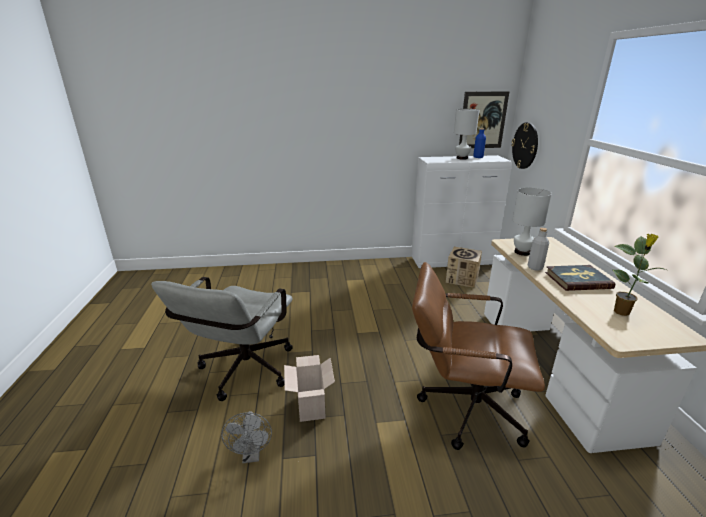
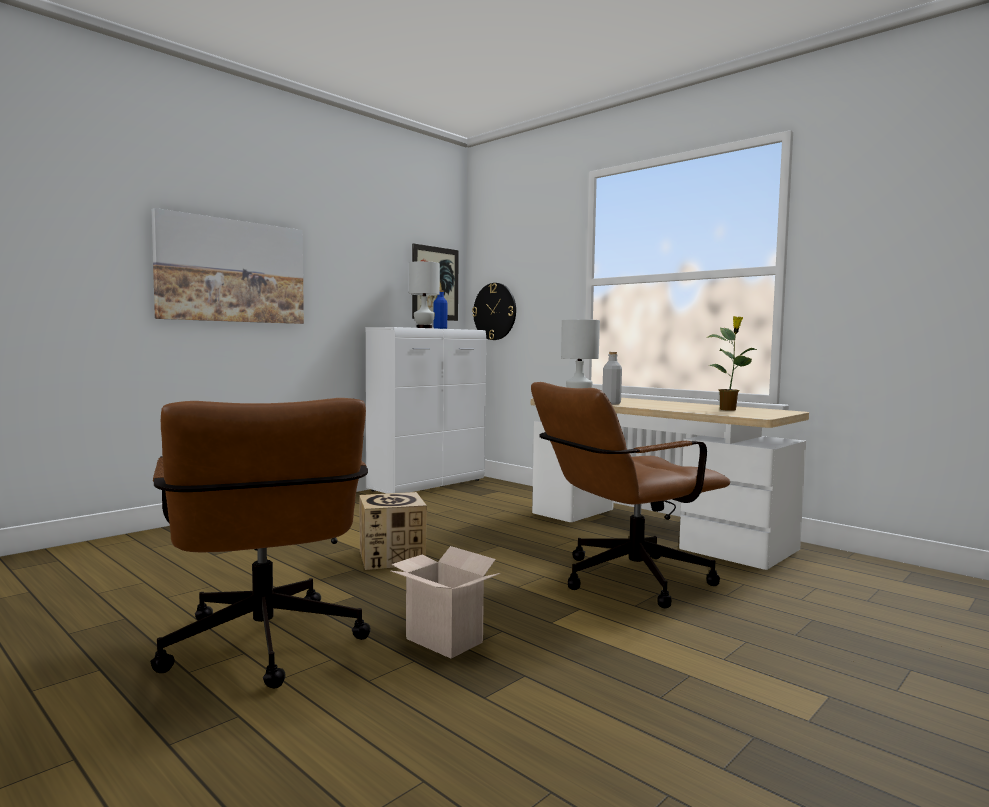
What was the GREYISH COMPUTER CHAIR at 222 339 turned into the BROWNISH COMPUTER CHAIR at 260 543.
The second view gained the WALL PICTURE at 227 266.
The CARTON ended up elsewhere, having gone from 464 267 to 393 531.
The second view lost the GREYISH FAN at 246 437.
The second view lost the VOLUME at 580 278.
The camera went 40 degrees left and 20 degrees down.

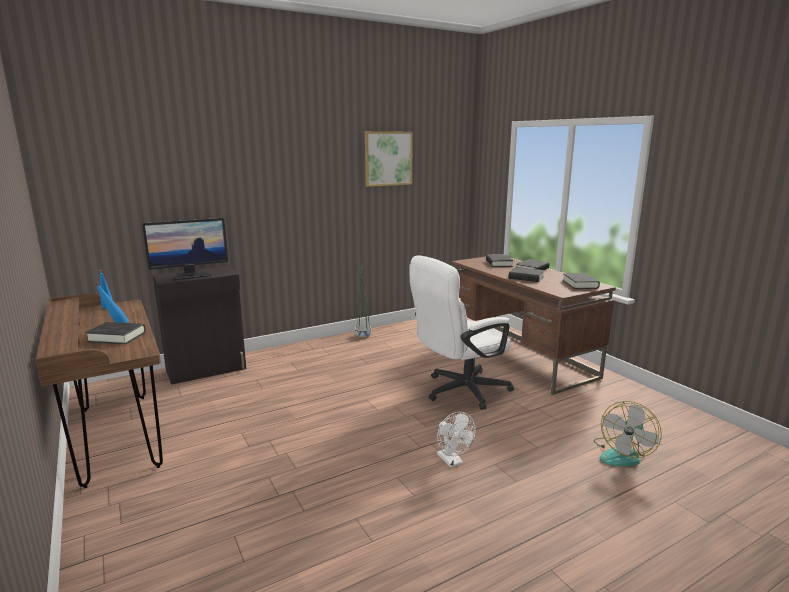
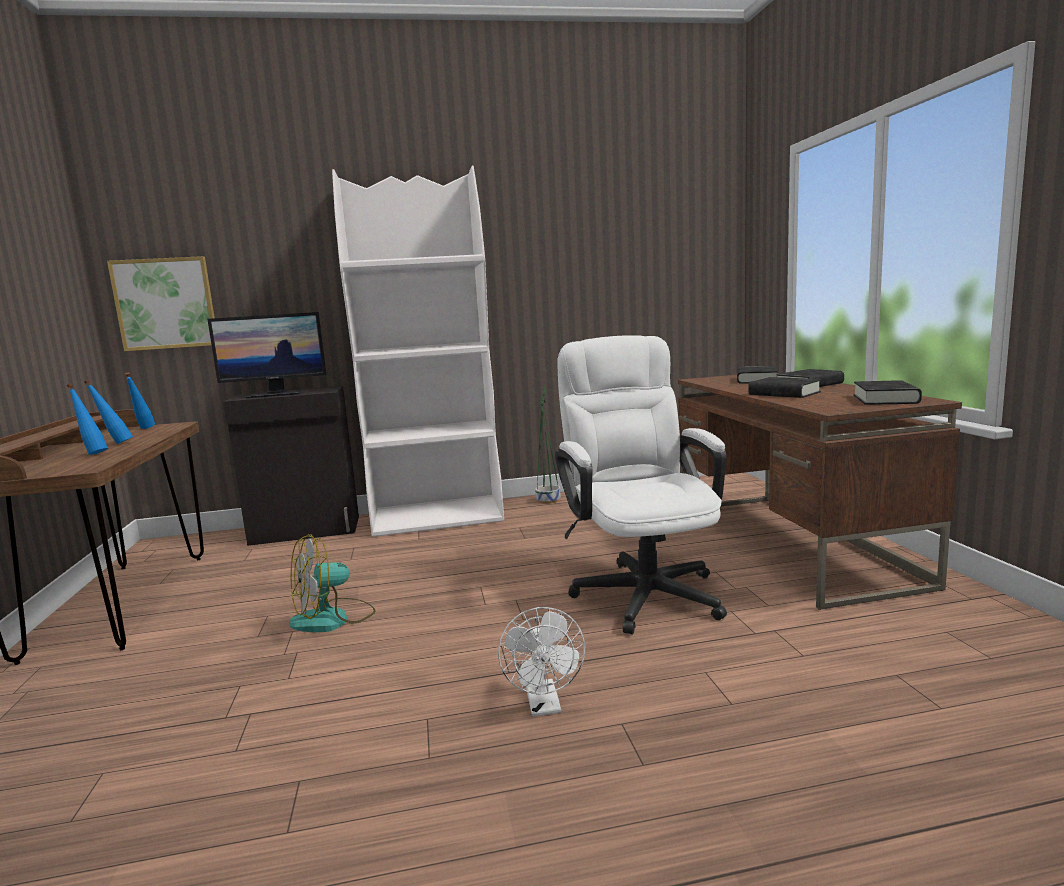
Where the BLACK-COLOURED VOLUME stood at 115 333, the BLUE BEVERAGE BOTTLE came to stand at 87 419.
The WALL PICTURE ended up elsewhere, having gone from 389 159 to 161 303.
The FAN ended up elsewhere, having gone from 628 434 to 332 583.
The second view gained the WHITE-COLOURED BOOKSHELF at 418 351.
The WHITE-COLOURED COMPUTER CHAIR at 461 332 ended up facing another way, 90 degrees clockwise from before.
The camera went 20 degrees right and 5 degrees down.

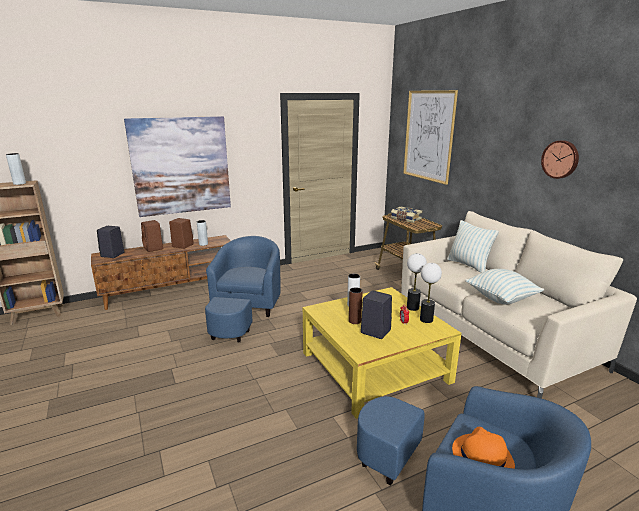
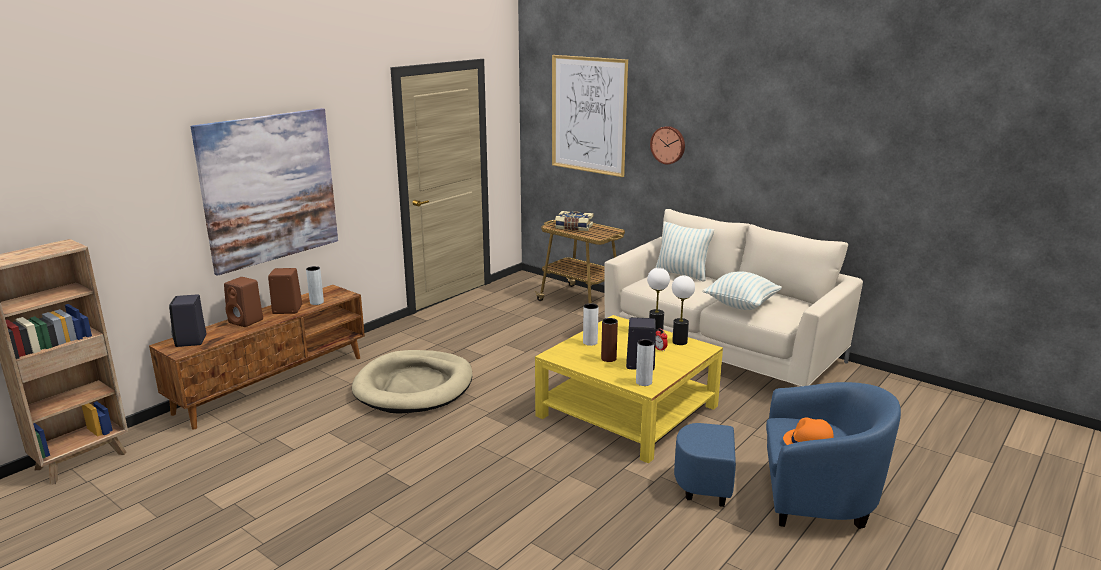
Where the BLUE ARMCHAIR stood at 243 289, the BEIGE-COLOURED DOG BED came to stand at 412 382.
The GREYISH FLOWER VASE ended up elsewhere, having gone from 16 169 to 645 362.
The CLOCK ON THE WALL ended up elsewhere, having gone from 560 159 to 667 145.
The camera went 25 degrees left and 0 degrees up.

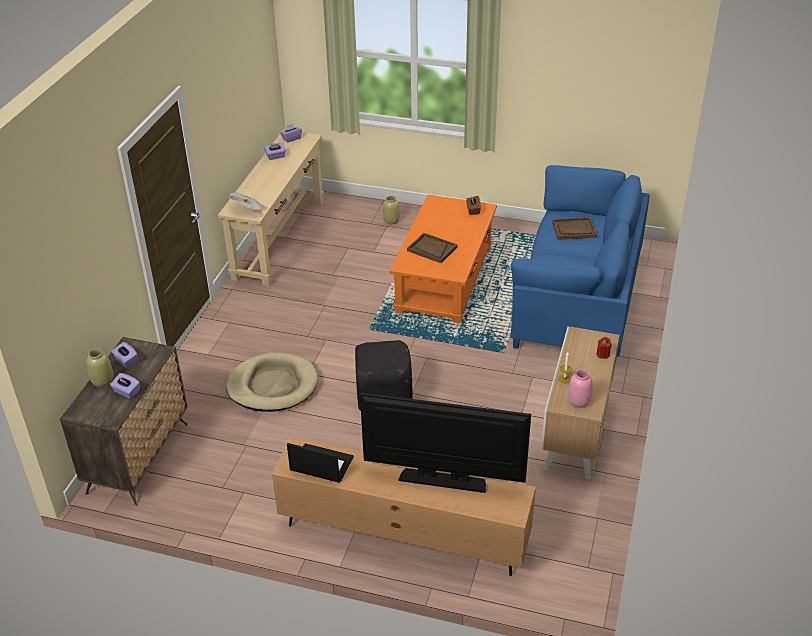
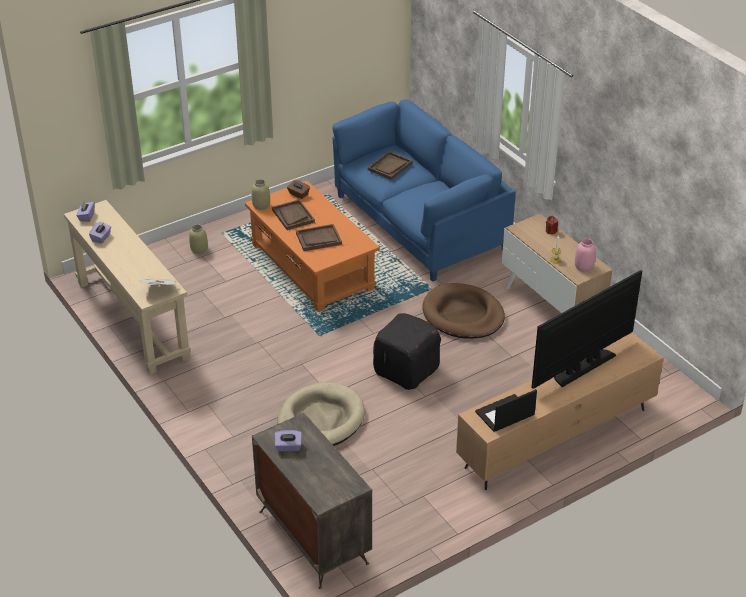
The BEIGE-COLOURED FLOWER VASE ended up elsewhere, having gone from 99 368 to 261 194.
The second view gained the BROWNISH CARRYING TRAY at 293 214.
The second view gained the BROWNISH DOG BED at 463 311.
The second view lost the PURPLE-COLOURED TISSUE BOX at 125 386.
The camera went 50 degrees left and 0 degrees up.

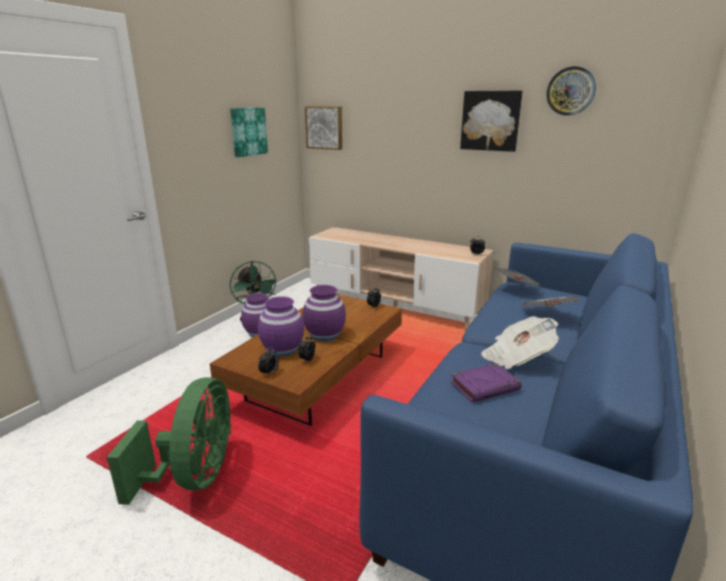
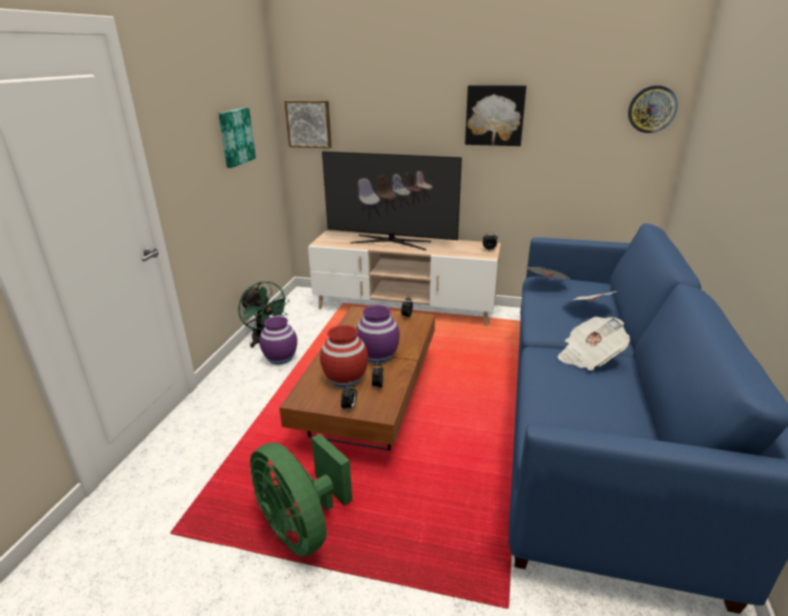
The GREEN FAN at 169 441 ended up facing another way, 150 degrees clockwise from before.
What was the PURPLE-COLOURED FLOWER VASE at 281 326 turned into the REDDISH FLOWER VASE at 344 356.
The second view gained the TELEVISION at 392 200.
The CLOCK ON THE WALL ended up elsewhere, having gone from 571 91 to 653 109.
The second view lost the PURPLE-COLOURED VOLUME at 485 383.
The camera went 15 degrees left and 5 degrees up.

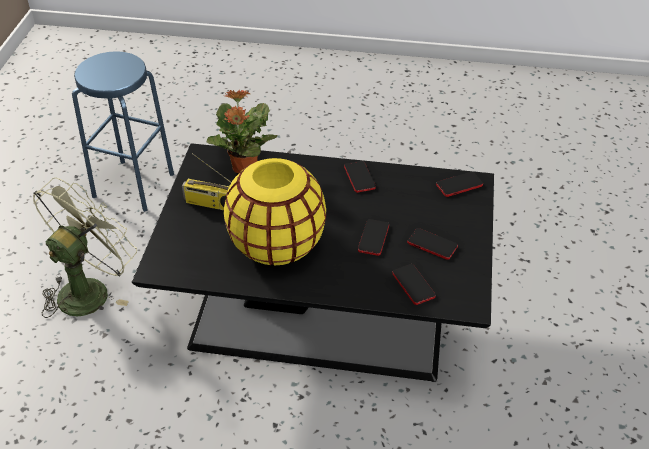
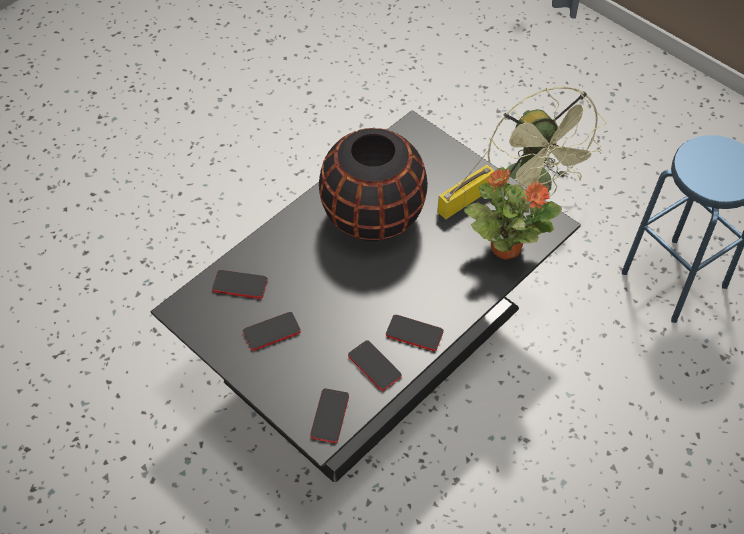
What was the YELLOW FLOWER VASE at 275 211 turned into the BLACK-COLOURED FLOWER VASE at 373 184.
The TELEPHONE ended up elsewhere, having gone from 373 237 to 375 365.
The camera went 125 degrees right and 10 degrees up.

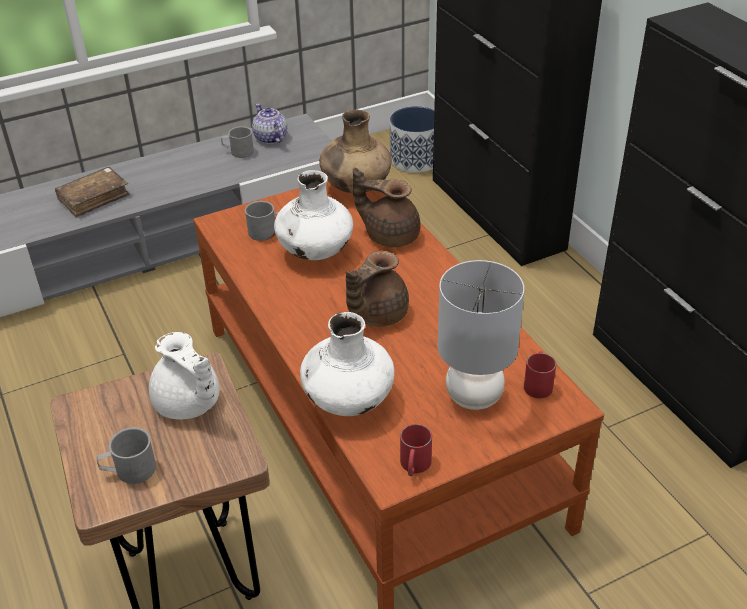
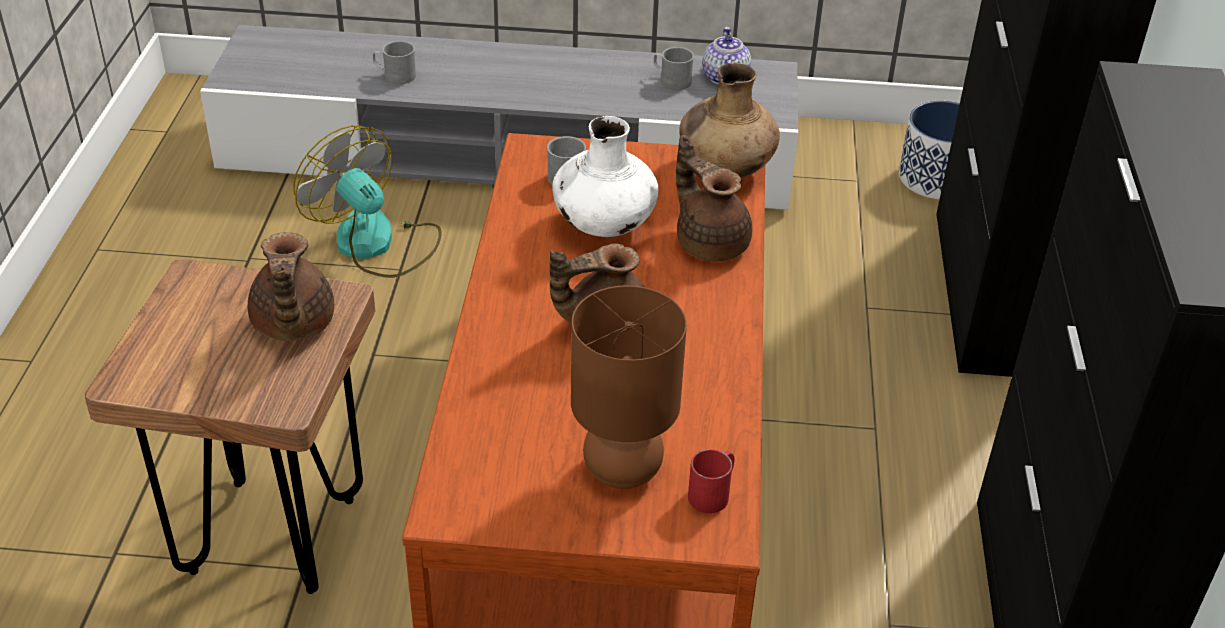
What was the WHITE-COLOURED TEA POT at 184 376 turned into the BROWNISH TEA POT at 291 286.
The second view gained the FAN at 367 201.
The GREYISH TEA MUG ended up elsewhere, having gone from 126 455 to 394 62.
What was the GREYISH TABLE LAMP at 481 335 turned into the BROWNISH TABLE LAMP at 629 387.
The second view lost the BROWNISH VOLUME at 92 192.
The second view lost the WHITE-COLOURED FLOWER VASE at 347 364.
The second view lost the REDDISH TEA MUG at 416 450.
The camera went 30 degrees right and 0 degrees up.

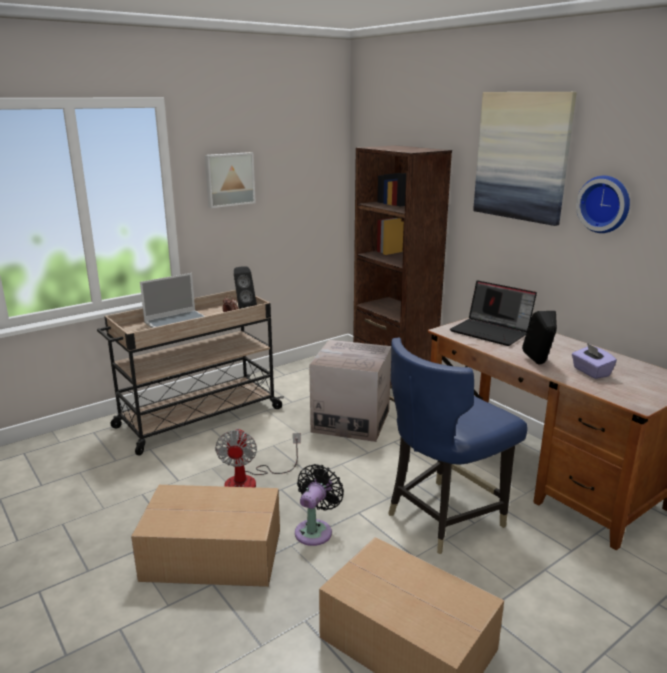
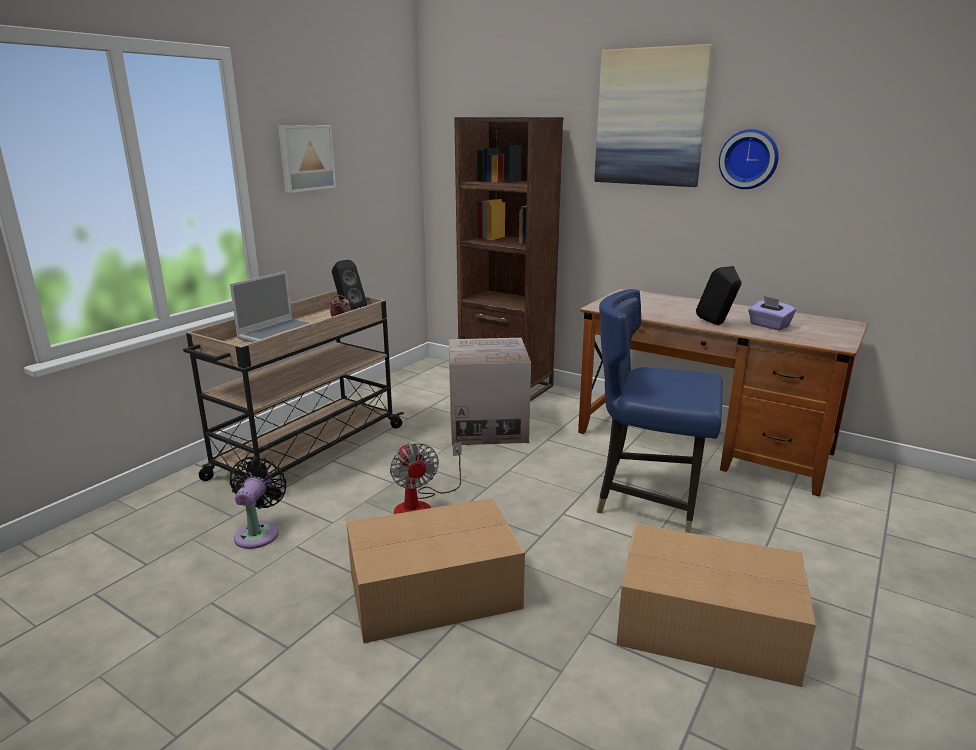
The BLACK-COLOURED FAN ended up elsewhere, having gone from 319 505 to 258 502.
The BLUE UPRIGHT CHAIR at 457 445 ended up facing another way, 75 degrees clockwise from before.
The second view lost the PORTABLE COMPUTER at 493 313.
The camera went 20 degrees left and 0 degrees up.

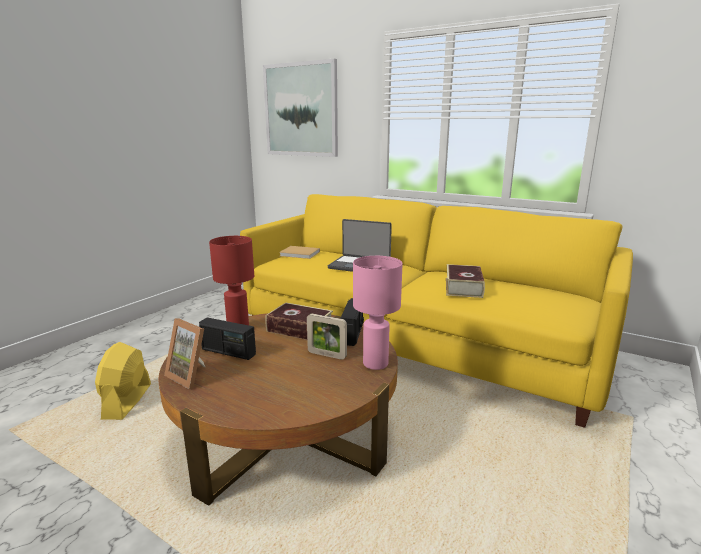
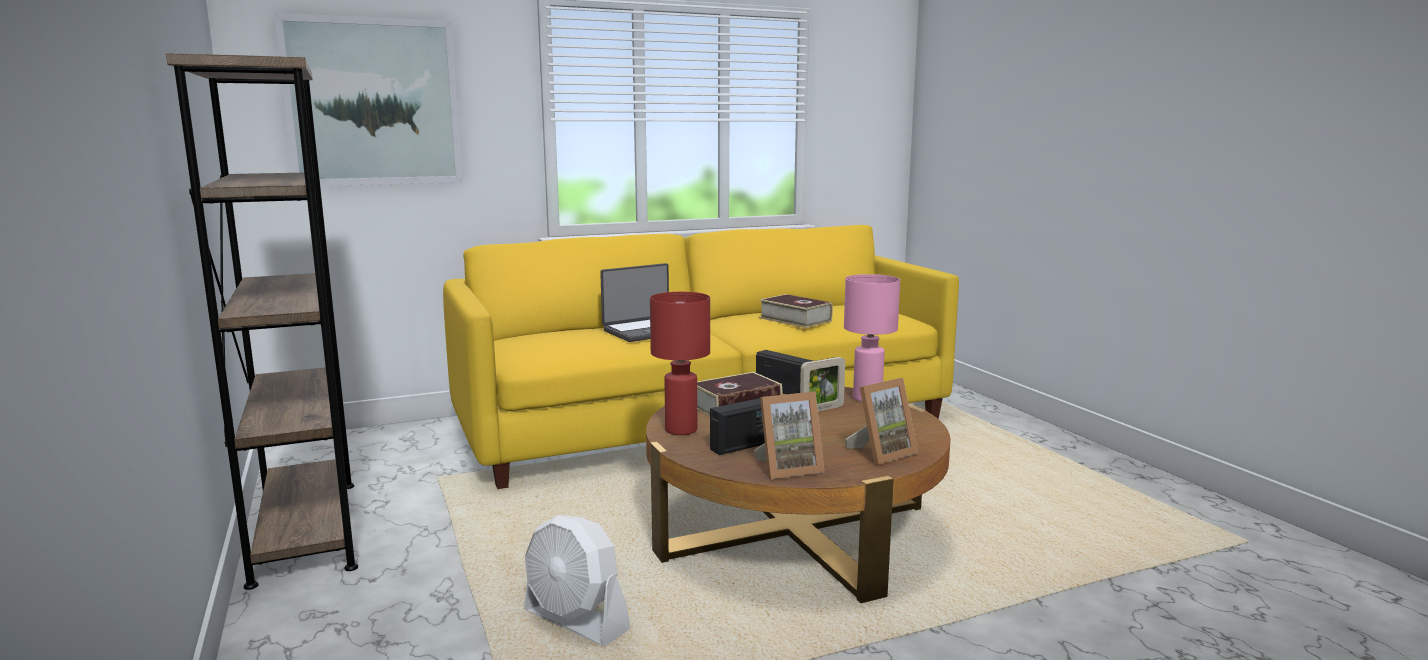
The second view gained the BROWNISH BOOKSHELF at 262 321.
What was the YELLOW FAN at 123 381 turned into the WHITE-COLOURED FAN at 577 581.
The second view gained the PICTURE FRAME at 881 421.
The second view lost the BEIGE-COLOURED VOLUME at 299 252.
The camera went 55 degrees left and 5 degrees down.

